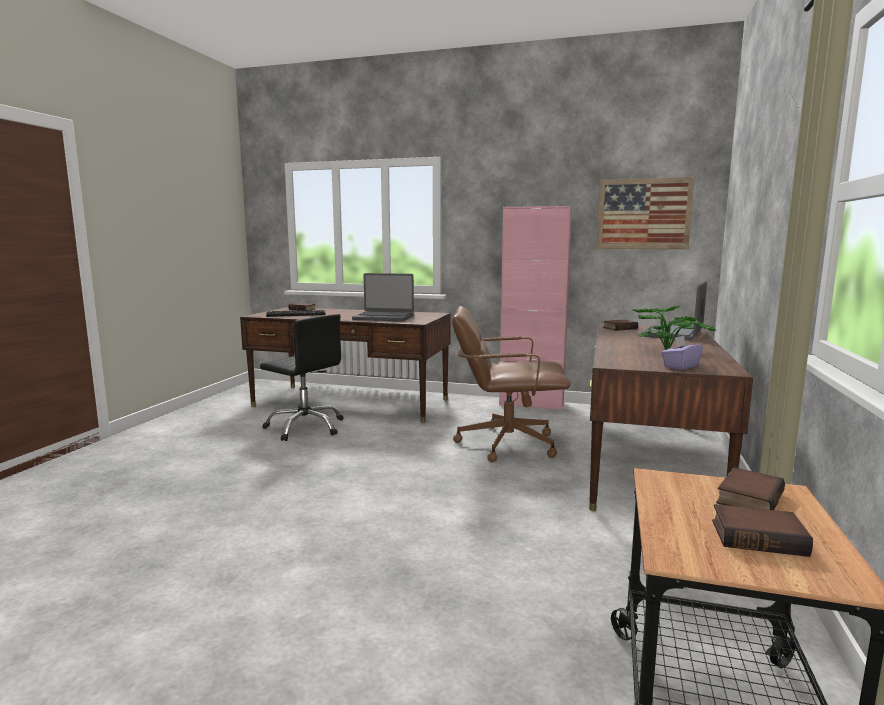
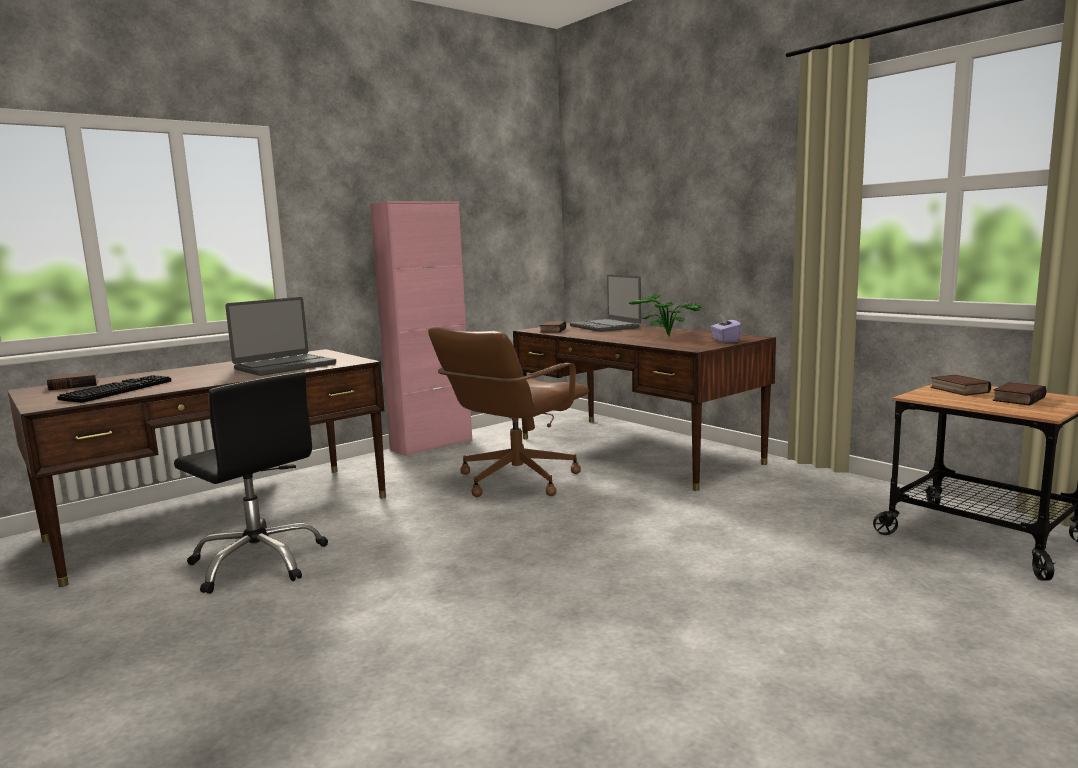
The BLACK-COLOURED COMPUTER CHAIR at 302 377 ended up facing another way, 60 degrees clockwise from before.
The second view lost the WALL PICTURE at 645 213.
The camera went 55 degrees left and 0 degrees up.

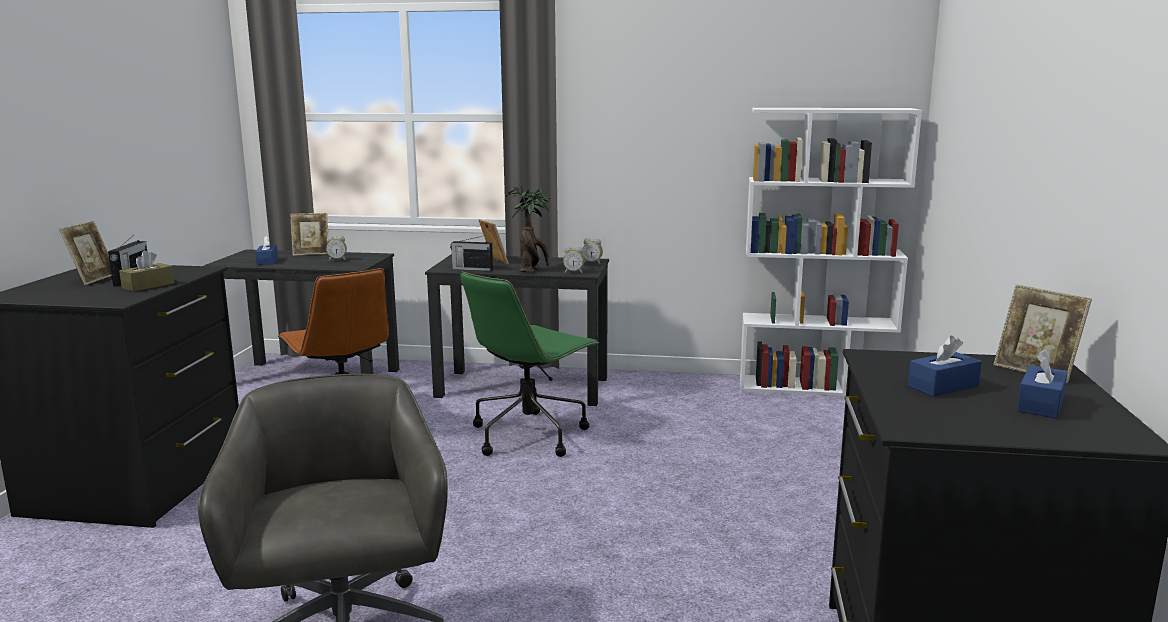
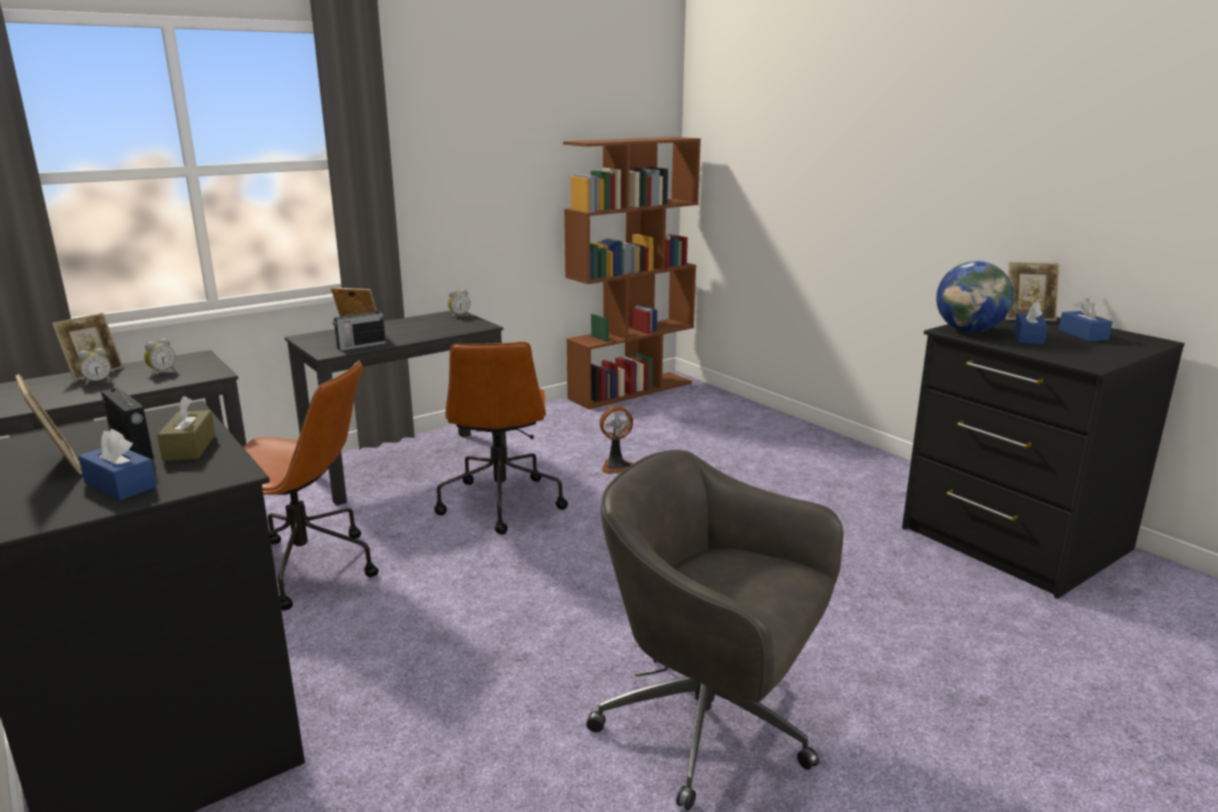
The ALARM CLOCK ended up elsewhere, having gone from 574 260 to 95 367.
The BLUE TISSUE BOX ended up elsewhere, having gone from 266 250 to 117 464.
What was the GREEN COMPUTER CHAIR at 529 364 turned into the BROWNISH COMPUTER CHAIR at 501 438.
What was the WHITE-COLOURED BOOKSHELF at 831 252 turned into the BROWNISH BOOKSHELF at 632 273.
The second view gained the FAN at 616 440.
The second view gained the DESK GLOBE at 974 296.
The second view lost the HOUSEPLANT at 527 227.
The camera went 45 degrees left and 5 degrees up.

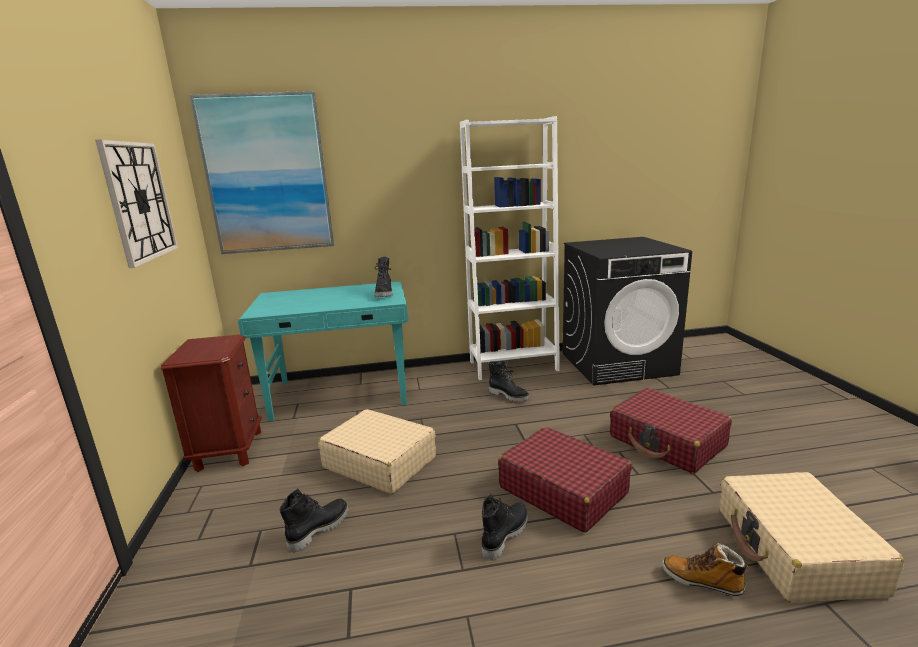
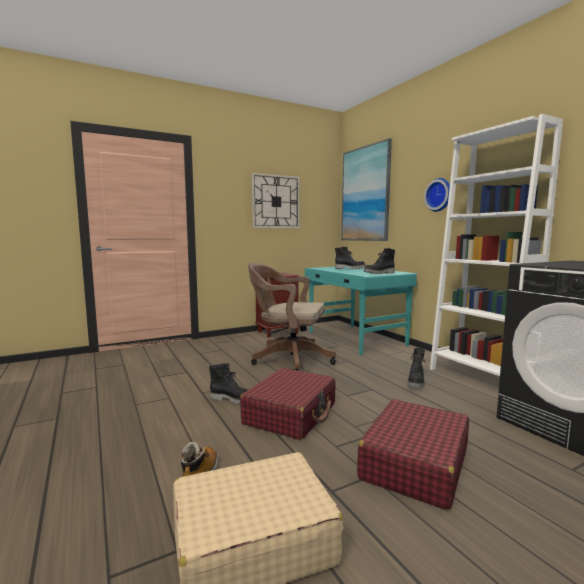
Where the BEIGE-COLOURED TRAVEL CASE stood at 377 451, the BROWNISH COMPUTER CHAIR came to stand at 292 316.
The BLACK-COLOURED BOOT ended up elsewhere, having gone from 314 521 to 350 257.
The second view gained the CLOCK ON THE WALL at 437 195.
The camera went 70 degrees right and 10 degrees down.

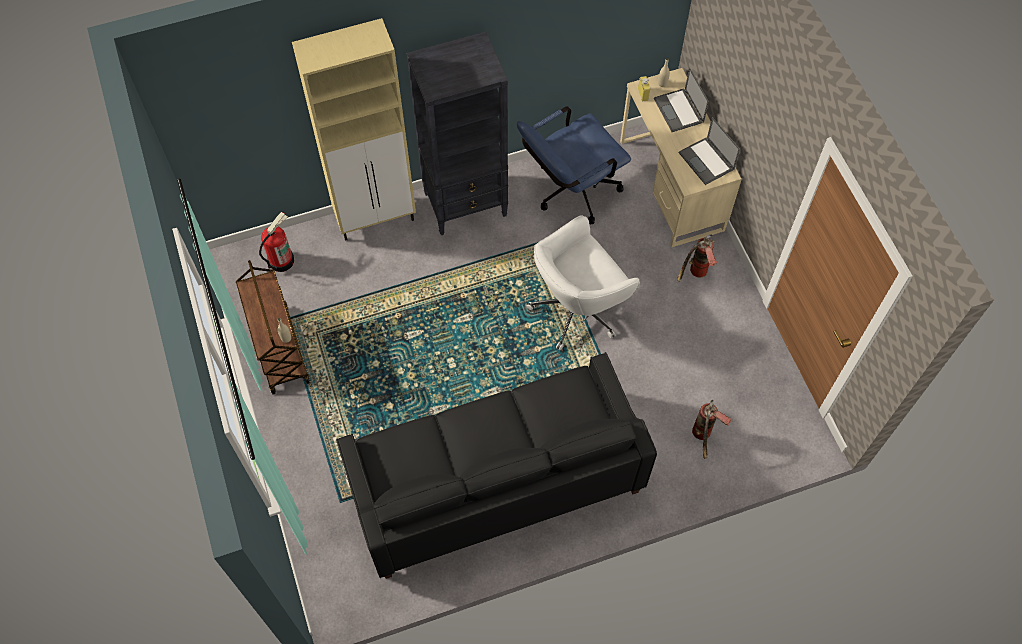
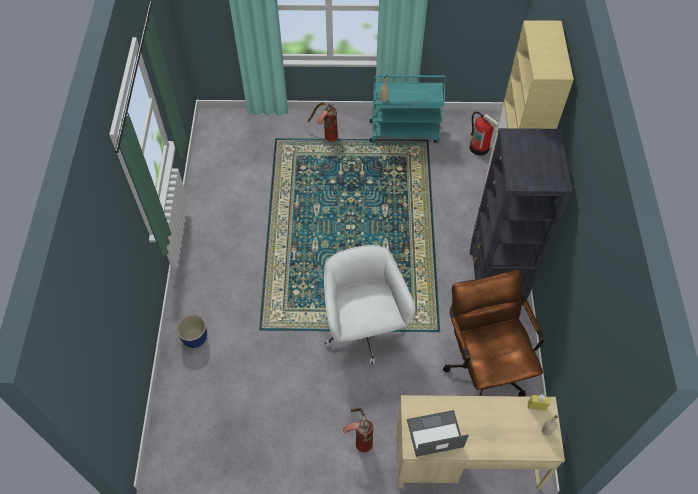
The second view gained the PLANT POT at 191 331.
The EXTINGUISHER ended up elsewhere, having gone from 711 429 to 322 122.
What was the BROWNISH CART at 273 327 turned into the TURQUOISE CART at 408 109.
What was the BLUE COMPUTER CHAIR at 574 165 turned into the BROWNISH COMPUTER CHAIR at 493 333.
The second view lost the BLACK-COLOURED COUCH at 496 465.
The second view lost the PORTABLE COMPUTER at 681 100.
The camera went 110 degrees right and 5 degrees down.

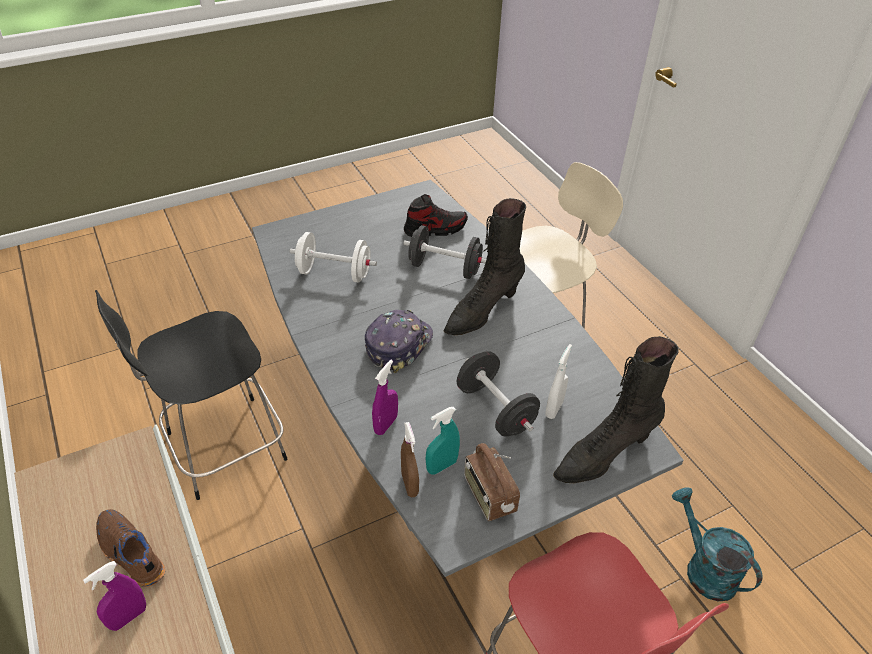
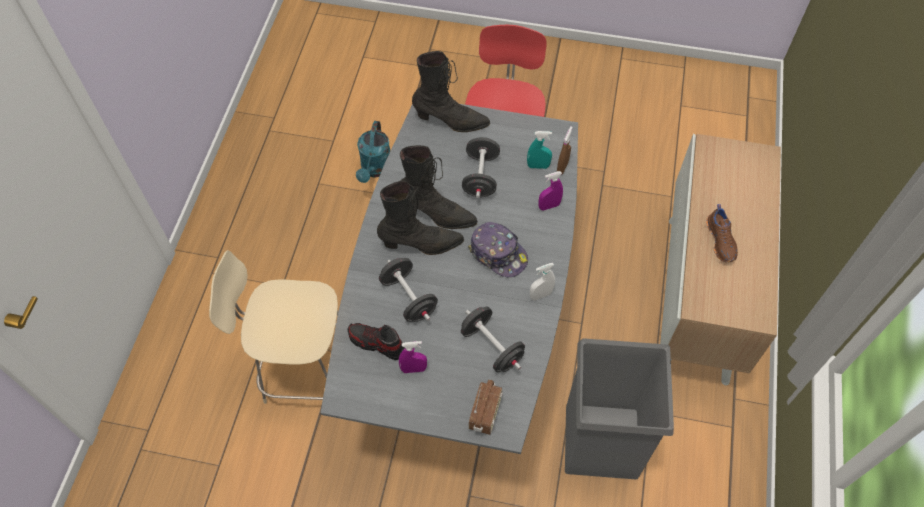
The PURPLE-COLOURED SPRAY BOTTLE ended up elsewhere, having gone from 114 596 to 413 357.
The second view gained the BLACK-COLOURED BOOT at 438 187.
What was the WHITE-COLOURED HAND WEIGHT at 333 257 turned into the BLACK-COLOURED HAND WEIGHT at 493 339.
The BASEBALL CAP at 399 341 ended up facing another way, 120 degrees counterclockwise from before.
The RADIO SET ended up elsewhere, having gone from 492 482 to 486 407.
The WHITE-COLOURED SPRAY BOTTLE ended up elsewhere, having gone from 558 381 to 542 282.
Where the BLACK-COLOURED UPRIGHT CHAIR stood at 191 395, the GREYISH RUBBISH BIN came to stand at 619 408.
The camera went 140 degrees left and 15 degrees up.

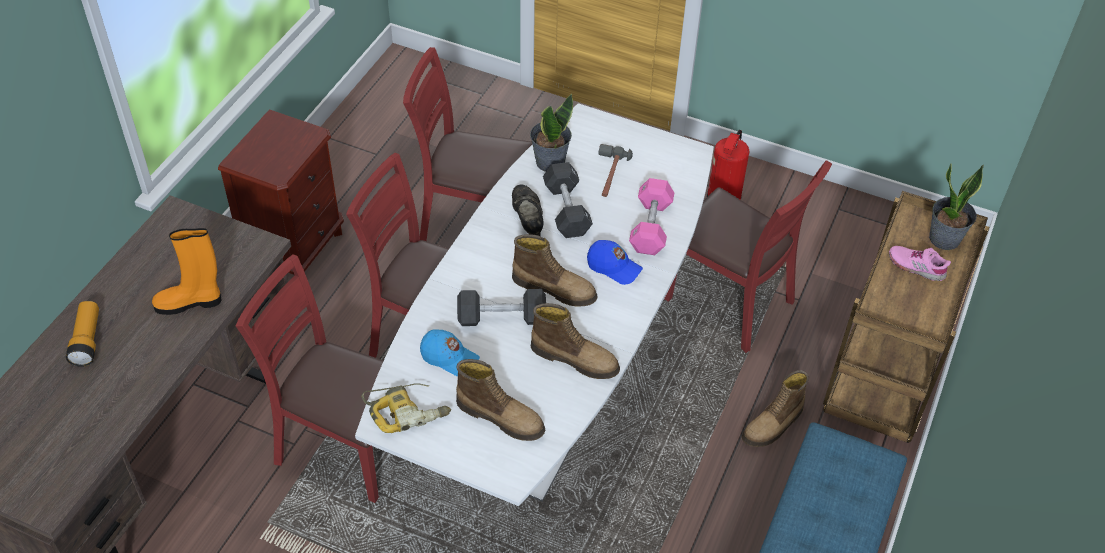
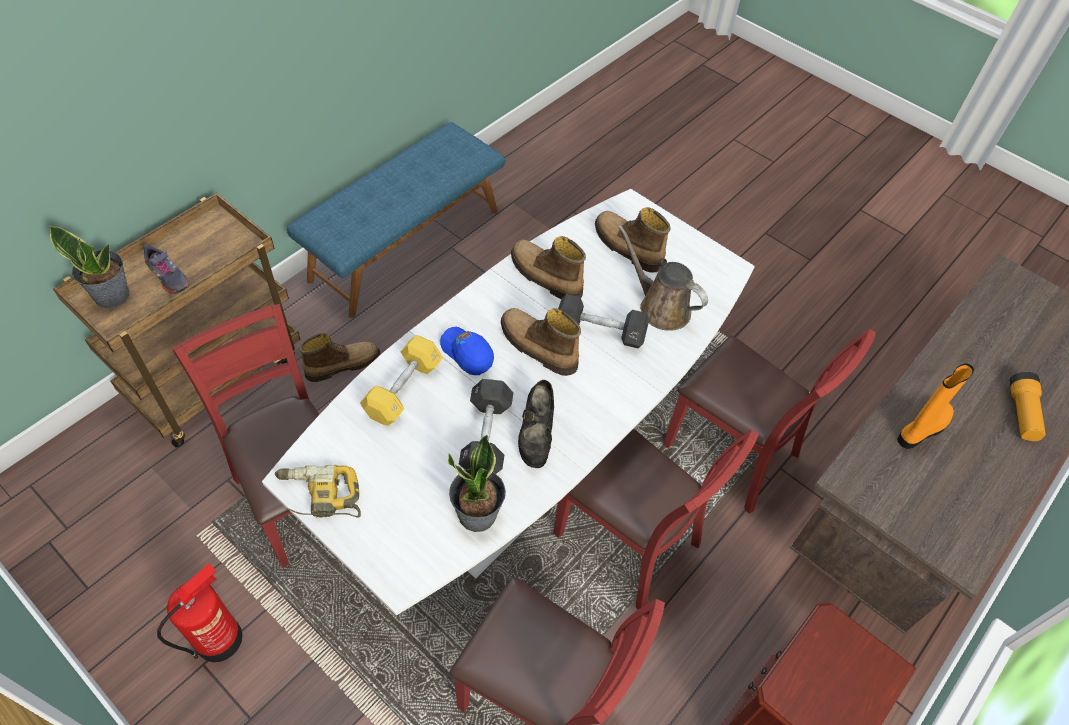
What was the PINKISH SHOE at 920 263 turned into the GREYISH SHOE at 166 269.
The DRILL ended up elsewhere, having gone from 406 408 to 318 491.
What was the PINKISH HAND WEIGHT at 651 216 turned into the YELLOW HAND WEIGHT at 401 380.
Where the BLUE BASEBALL CAP stood at 450 353, the BROWNISH WATERING POT came to stand at 663 278.
The ORANGEY BOOT at 186 271 ended up facing another way, 45 degrees counterclockwise from before.
The second view lost the TOOL HAMMER at 616 170.
The camera went 165 degrees left and 5 degrees up.

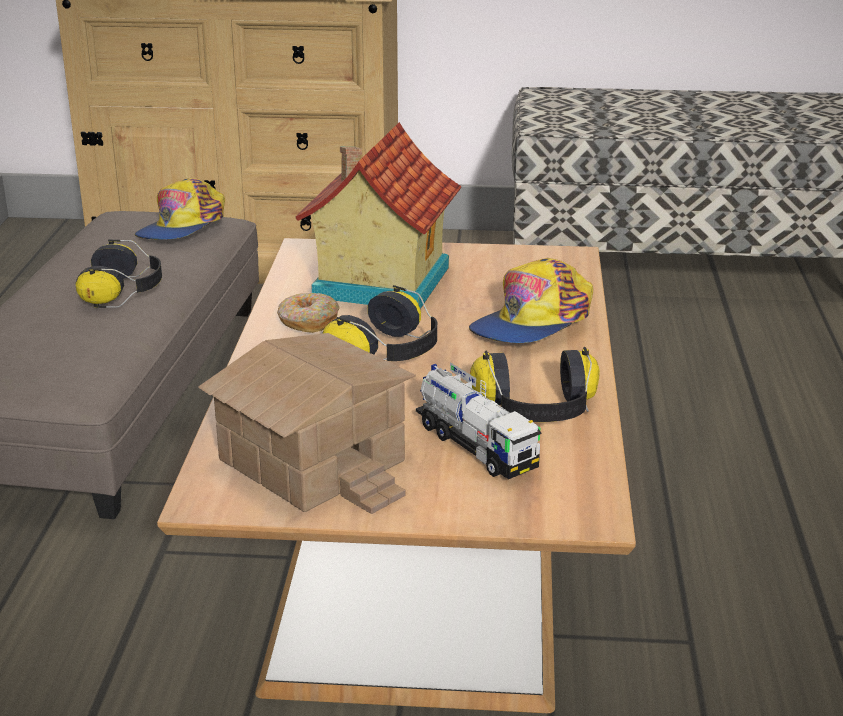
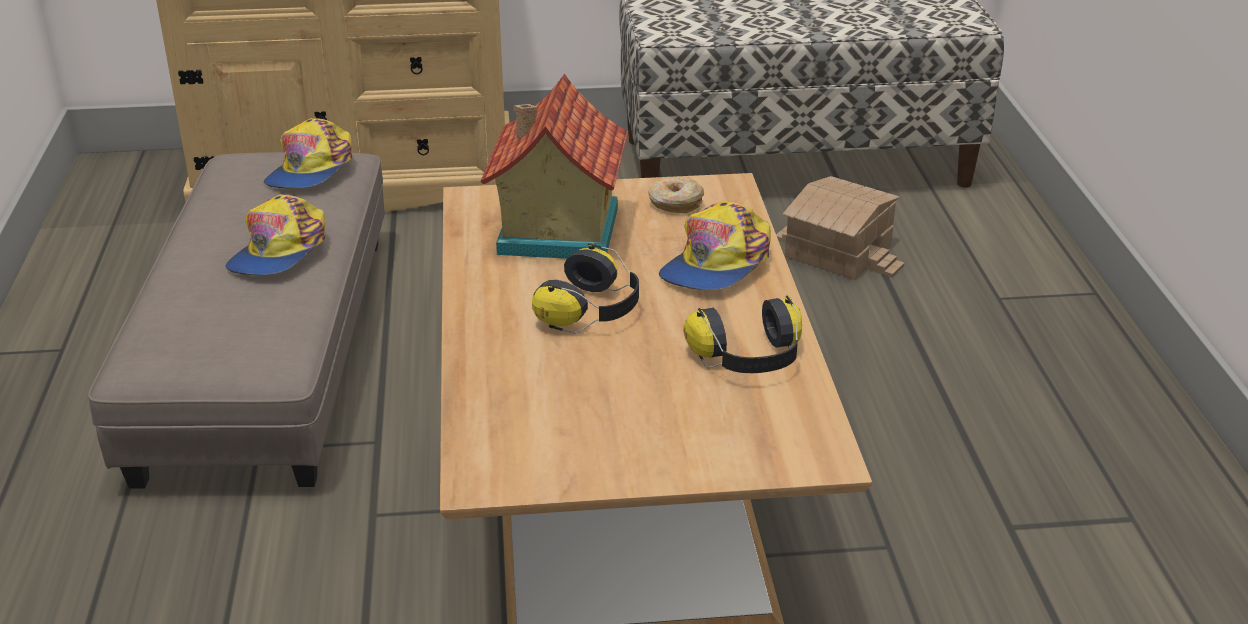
Where the HEADSET stood at 118 274, the BASEBALL CAP came to stand at 275 234.
The DOUGHNUT ended up elsewhere, having gone from 308 313 to 676 195.
The MINIATURE HOUSE ended up elsewhere, having gone from 307 423 to 840 228.
The second view lost the MODEL TRUCK at 479 420.
The camera went 10 degrees left and 5 degrees up.

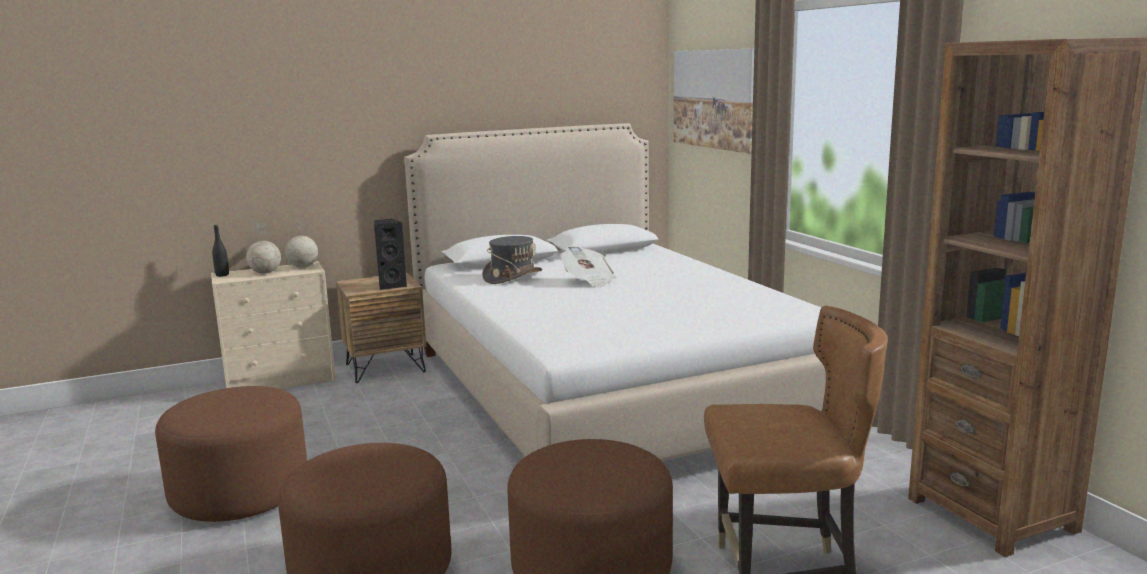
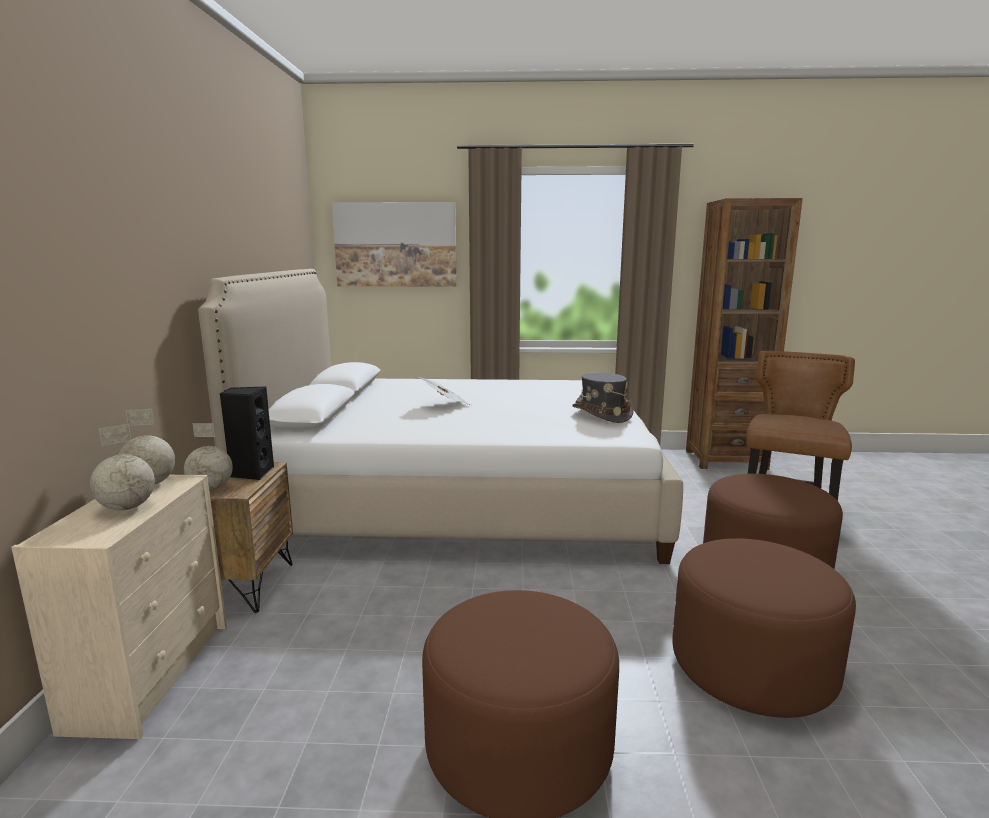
The second view gained the DESK GLOBE at 208 456.
The GREYISH WEARABLE HAT ended up elsewhere, having gone from 512 260 to 603 397.
The second view lost the BLACK-COLOURED BEVERAGE BOTTLE at 220 251.
The camera went 65 degrees left and 0 degrees up.

